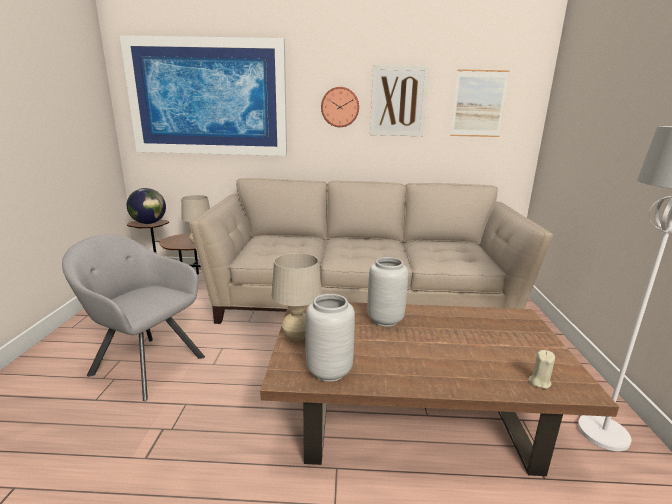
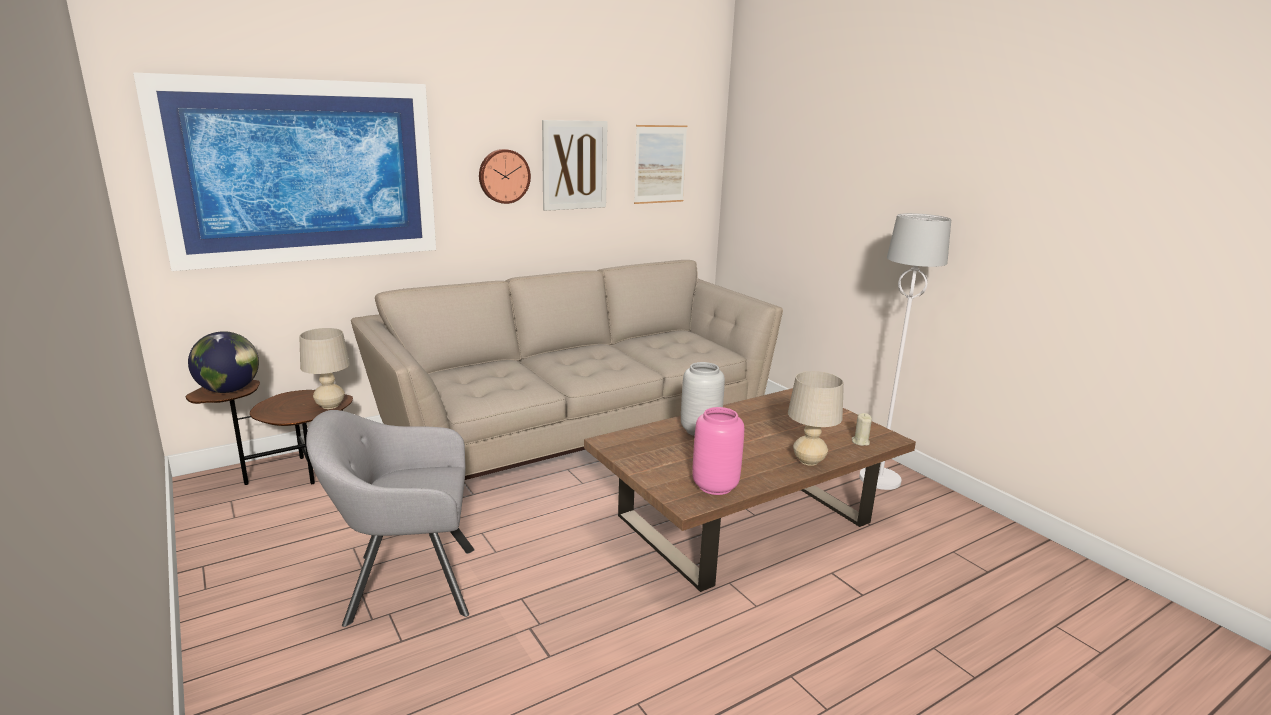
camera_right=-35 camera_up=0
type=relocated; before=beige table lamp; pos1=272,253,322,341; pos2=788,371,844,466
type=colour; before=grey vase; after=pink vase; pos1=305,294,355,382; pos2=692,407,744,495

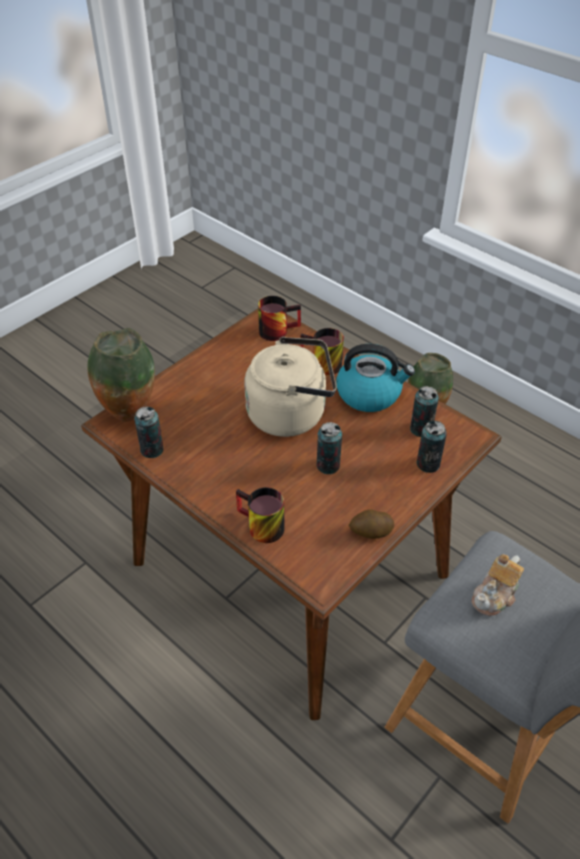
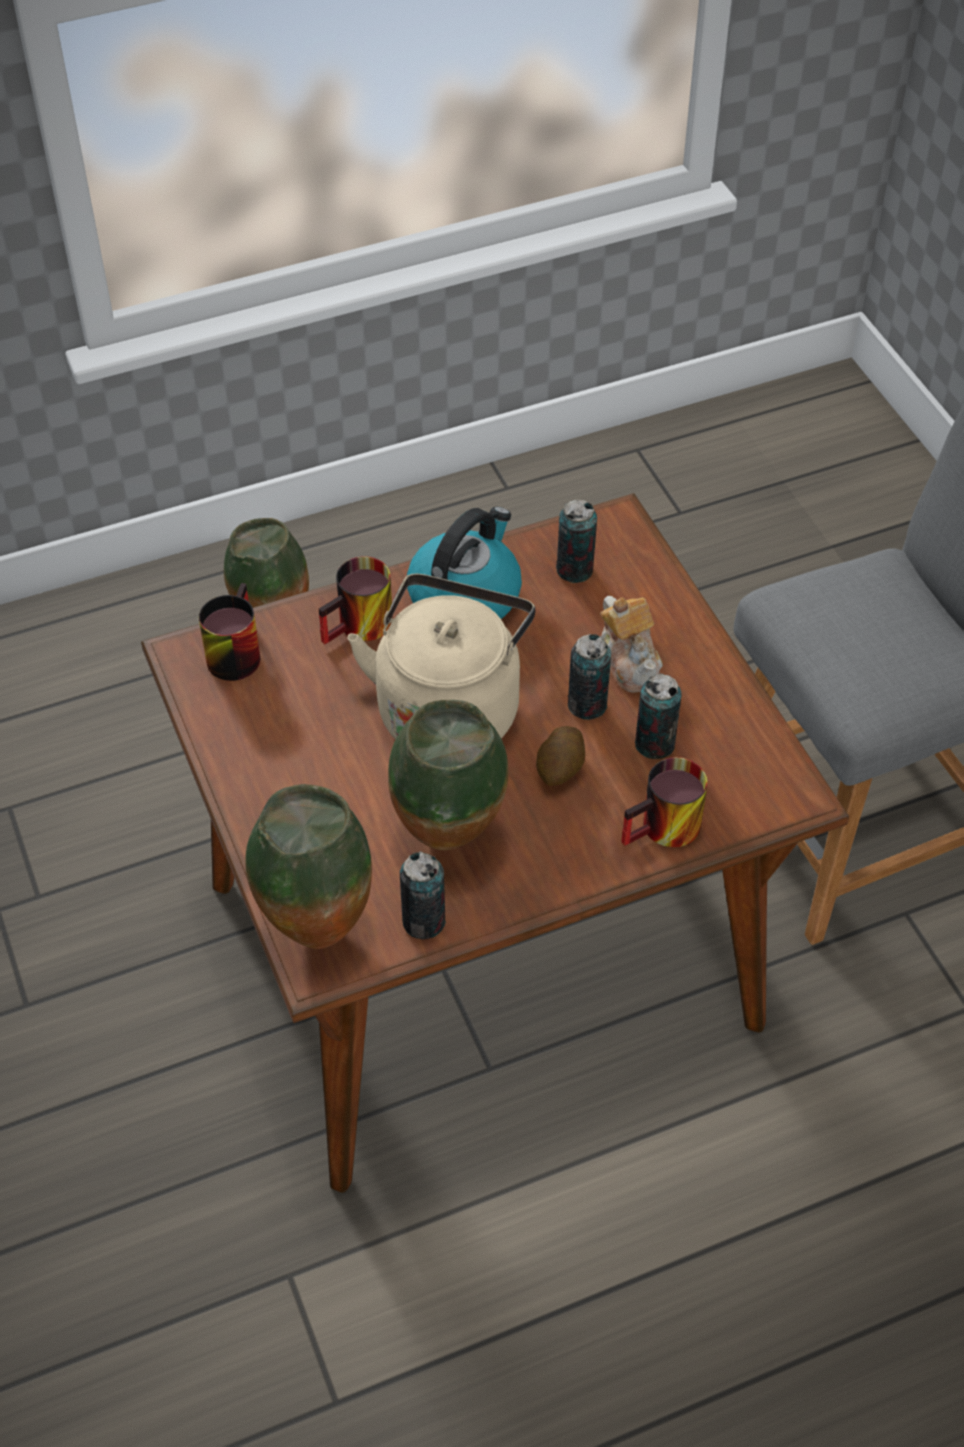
camera_right=-65 camera_up=5
type=relocated; before=can; pos1=416,421,447,473; pos2=635,674,682,759
type=relocated; before=potato; pos1=349,509,394,539; pos2=536,726,585,786
type=relocated; before=teapot; pos1=472,554,524,616; pos2=600,596,663,693
type=appeared; after=vase; pos2=388,700,509,850

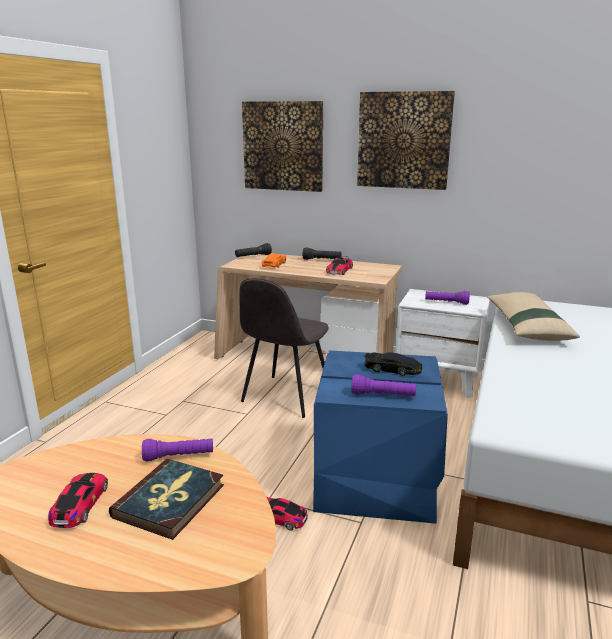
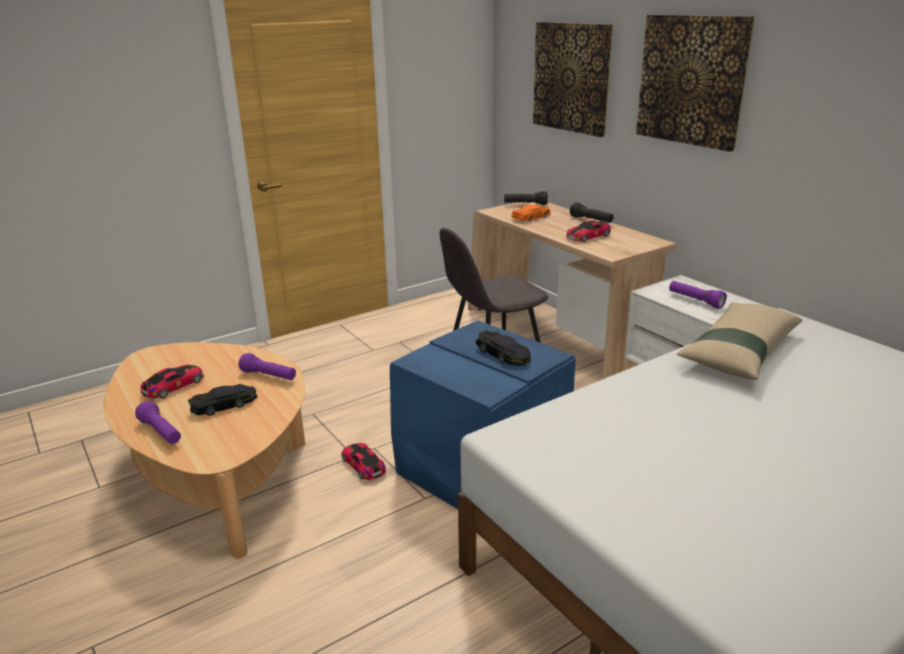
camera_right=35 camera_up=5
type=relocated; before=purple flashlight; pos1=351,374,416,396; pos2=135,401,181,444
type=exchanged; before=book; after=black toy car; pos1=109,459,224,540; pos2=188,384,258,416

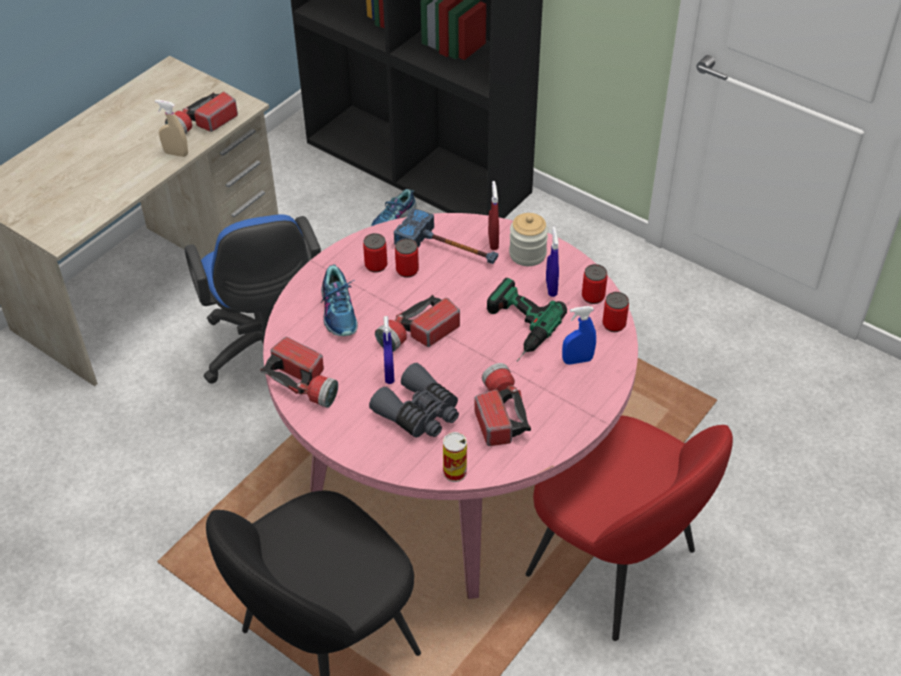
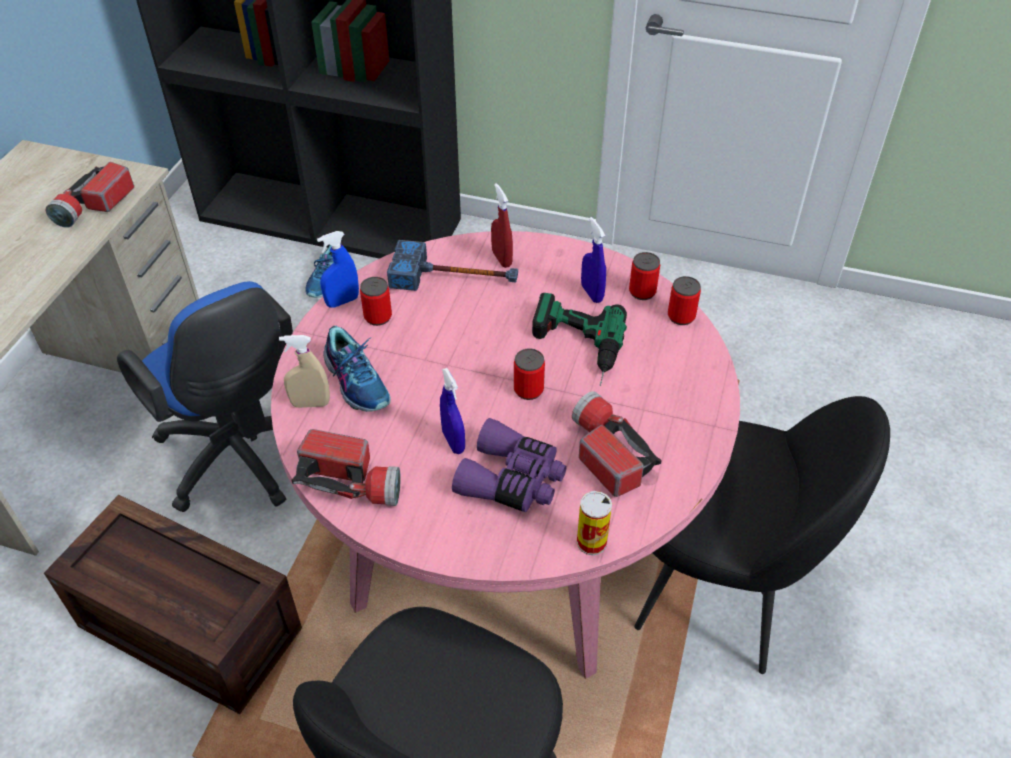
camera_right=-20 camera_up=0
type=relocated; before=beige spray bottle; pos1=155,100,188,157; pos2=279,335,330,408
type=missing; before=jar; pos1=509,213,548,266
type=relocated; before=can; pos1=395,238,419,278; pos2=514,348,545,400
type=missing; before=flashlight; pos1=375,295,460,352
type=relocated; before=blue spray bottle; pos1=562,306,596,365; pos2=317,231,359,308
type=colour; before=grey binoculars; after=purple binoculars; pos1=369,363,459,438; pos2=452,418,567,512
type=colour; before=red chair; after=black chair; pos1=526,415,733,641; pos2=635,396,890,674
type=appeared; after=crate; pos2=44,495,302,714

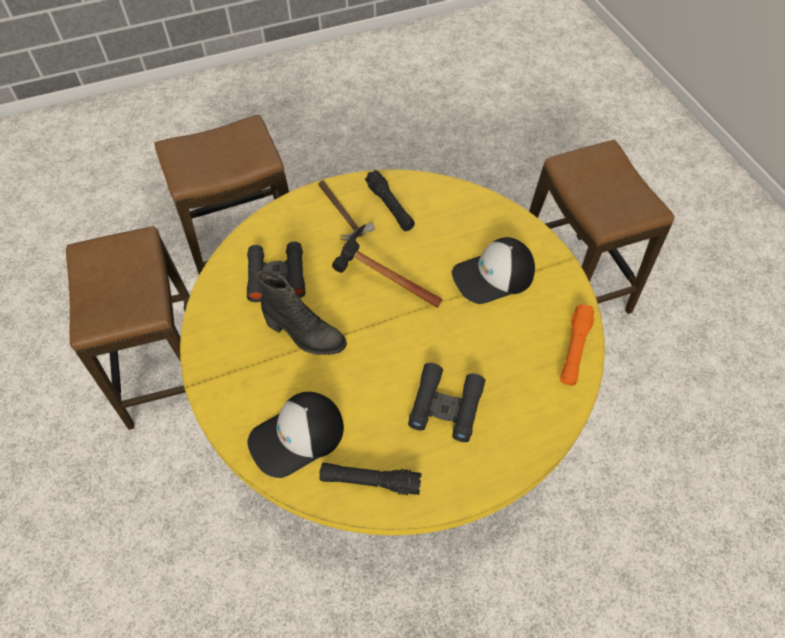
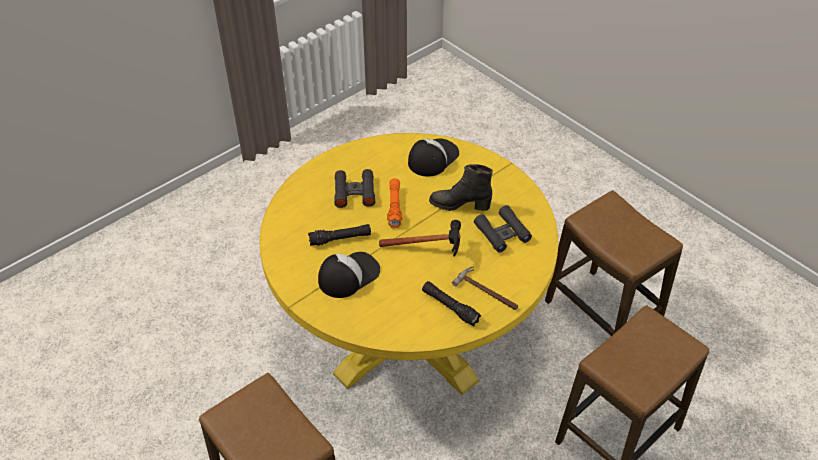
camera_right=160 camera_up=-10
type=relocated; before=orange flashlight; pos1=560,303,595,386; pos2=387,178,402,228
type=relocated; before=black flashlight; pos1=320,463,422,495; pos2=308,224,371,246

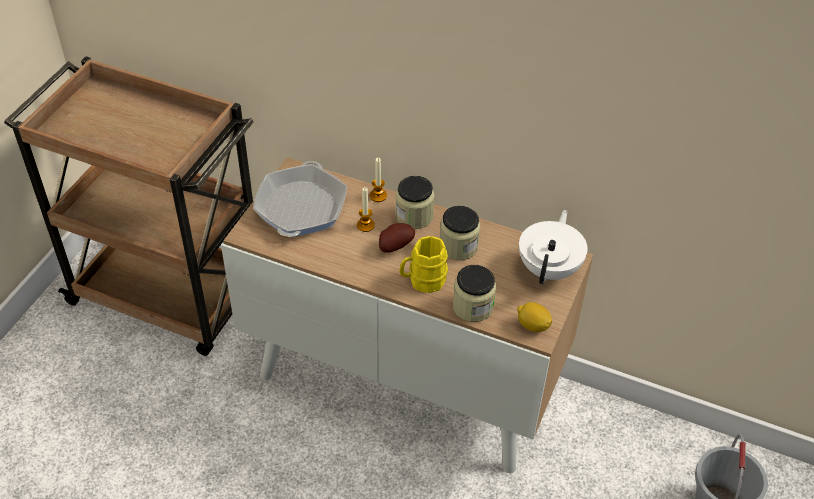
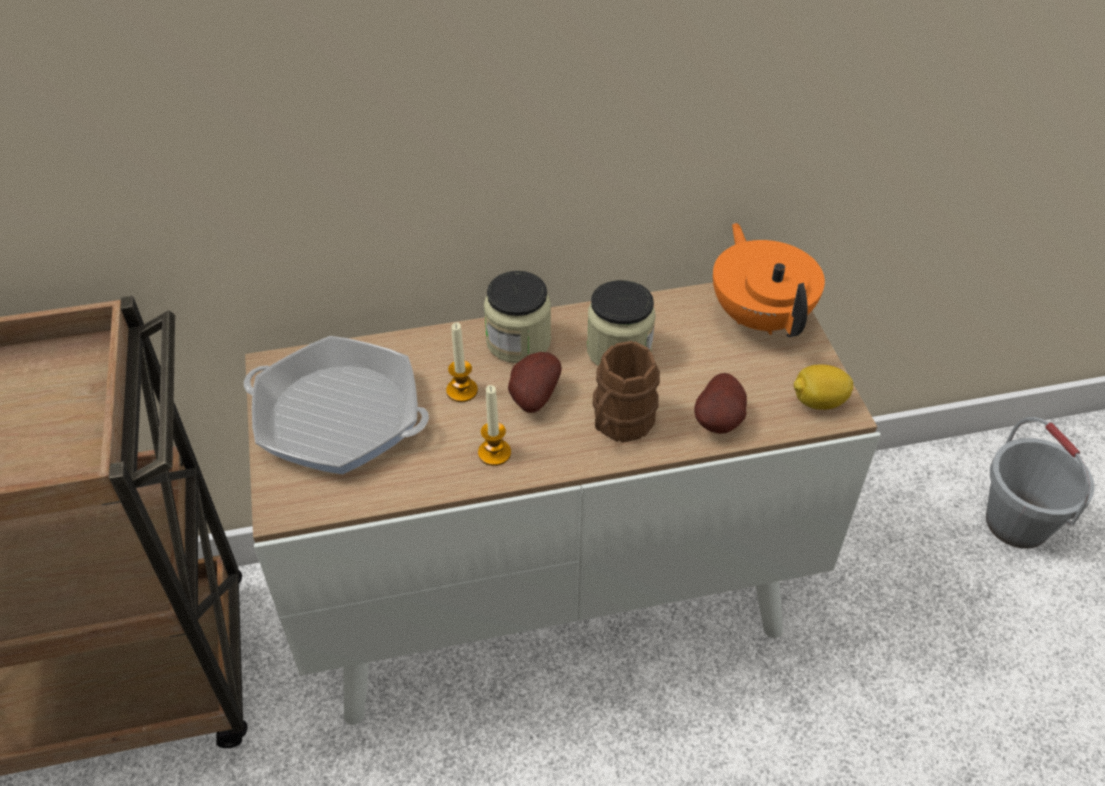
camera_right=-35 camera_up=0
type=relocated; before=candle; pos1=370,157,387,202; pos2=478,385,511,466
type=spun; before=frying pan; pos1=253,161,347,237; pos2=244,336,429,475; turn=135
type=colour; before=white teapot; after=orange teapot; pos1=519,210,588,284; pos2=713,223,825,337
type=colour; before=yellow mug; after=brown mug; pos1=399,236,448,293; pos2=593,341,660,443
type=exchanged; before=jar; after=potato; pos1=453,265,496,322; pos2=694,373,747,434

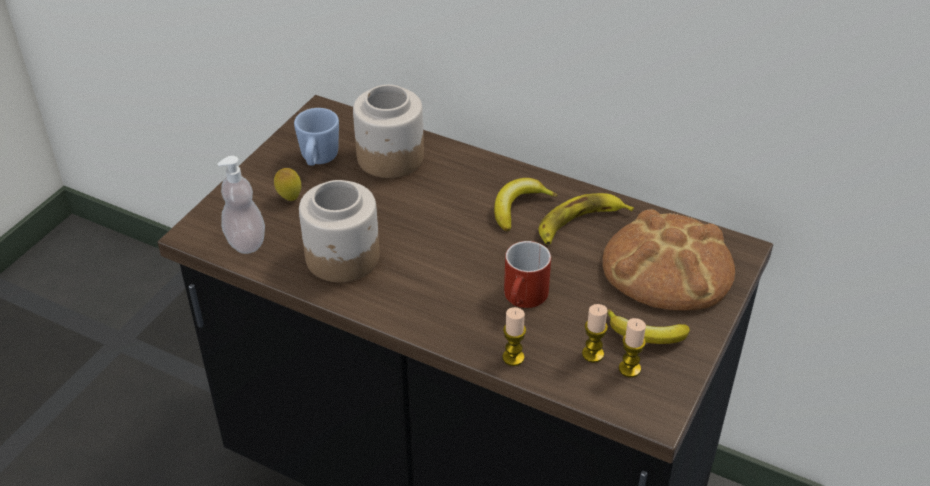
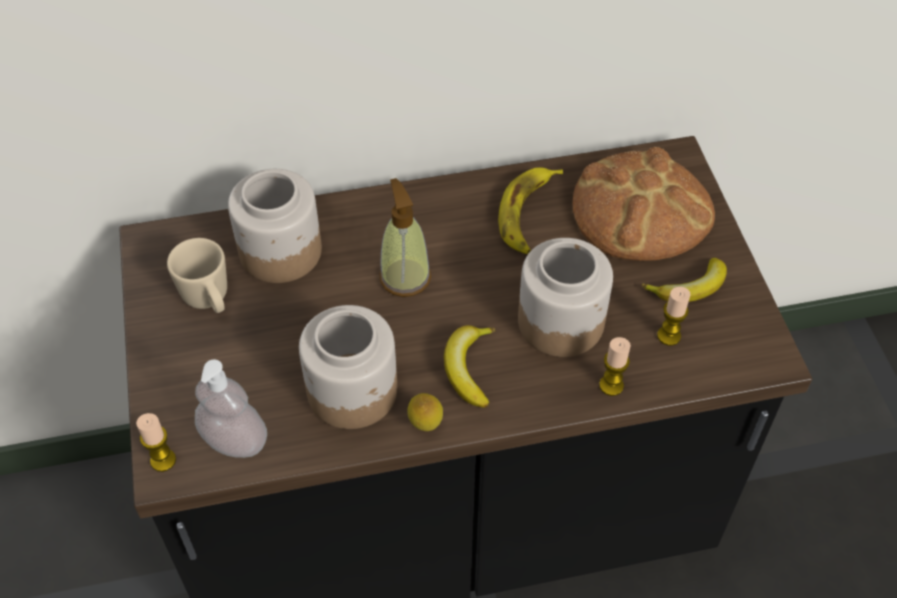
camera_right=-40 camera_up=10
type=colour; before=blue mug; after=beige mug; pos1=294,108,339,166; pos2=167,238,227,313
type=relocated; before=lemon; pos1=274,168,301,201; pos2=407,393,443,431
type=relocated; before=banana; pos1=494,178,557,231; pos2=444,325,496,408
type=exchanged; before=red mug; after=jar; pos1=504,241,551,308; pos2=518,238,613,357
type=relocated; before=candle; pos1=619,318,646,377; pos2=136,413,176,472
type=appeared; after=soap dispenser; pos2=379,178,431,297

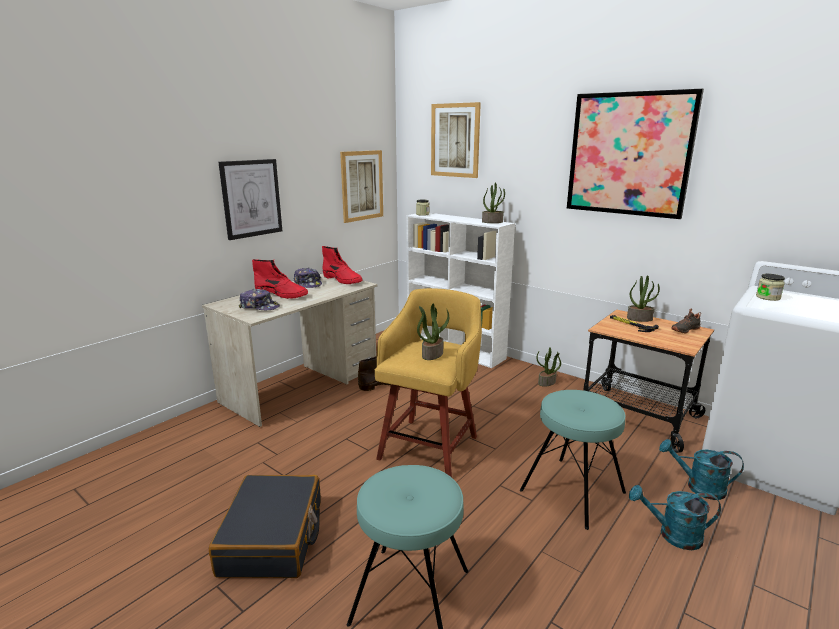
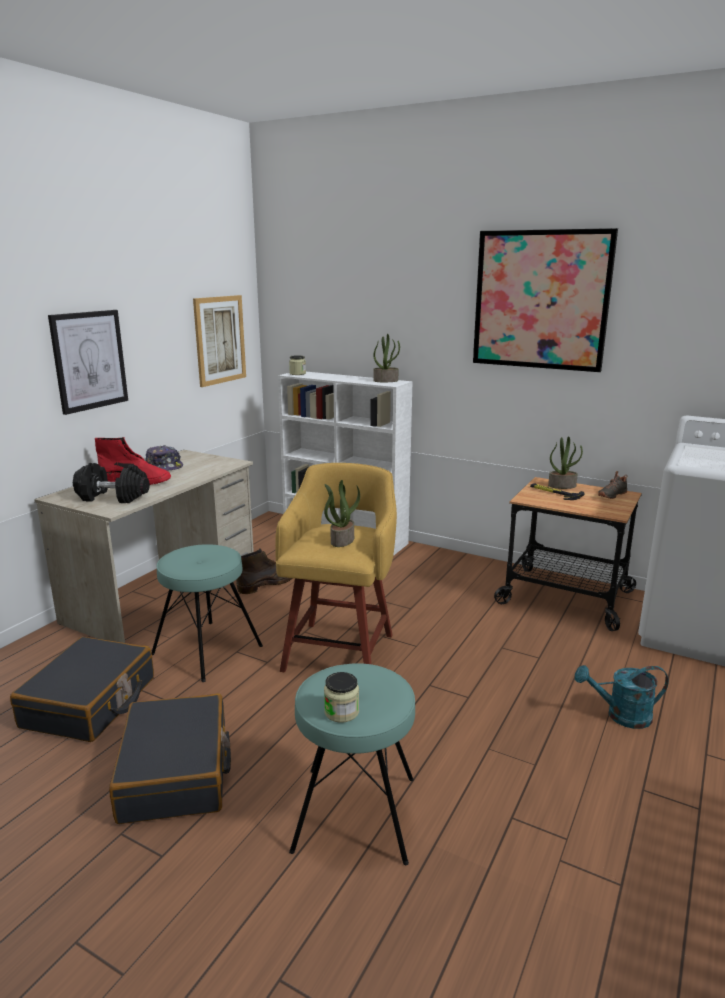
camera_right=-10 camera_up=0
type=missing; before=picture; pos1=431,102,481,178
type=missing; before=red boot; pos1=322,246,363,284
type=relocated; before=jar; pos1=756,274,785,301; pos2=324,672,359,723
type=exchanged; before=cap; after=black dumbbell; pos1=239,289,280,310; pos2=73,463,150,503
type=missing; before=potted plant; pos1=536,347,561,387
type=relocated; before=turquoise stool; pos1=520,390,626,530; pos2=151,544,263,682
type=missing; before=turquoise watering can; pos1=659,439,744,500
type=appeared; after=black suitcase; pos2=10,637,154,742

